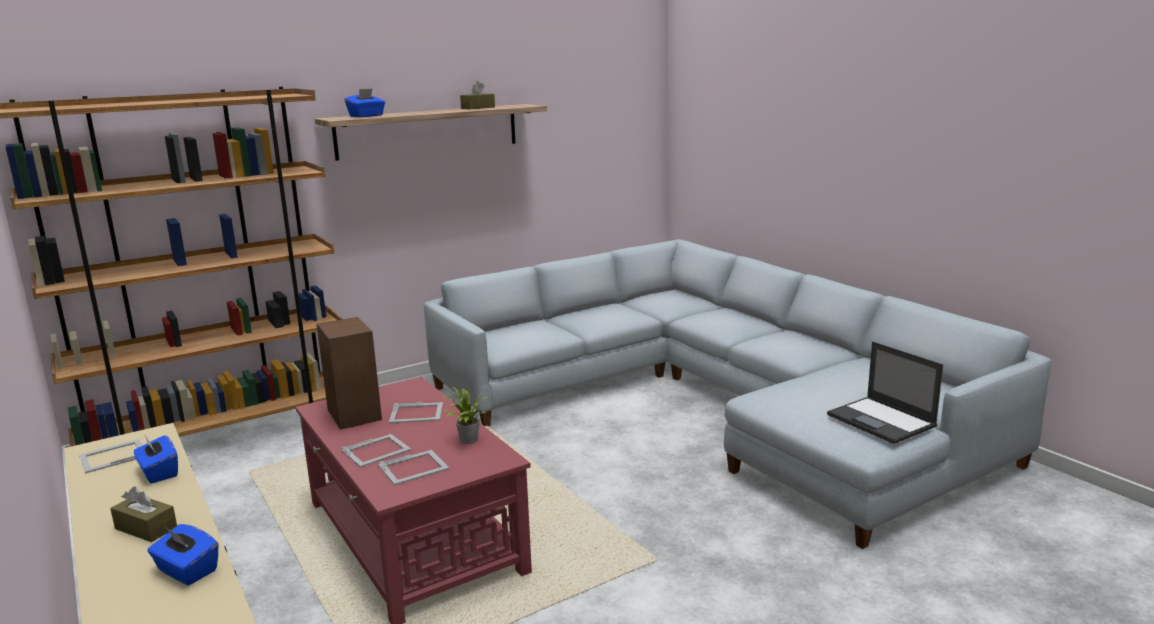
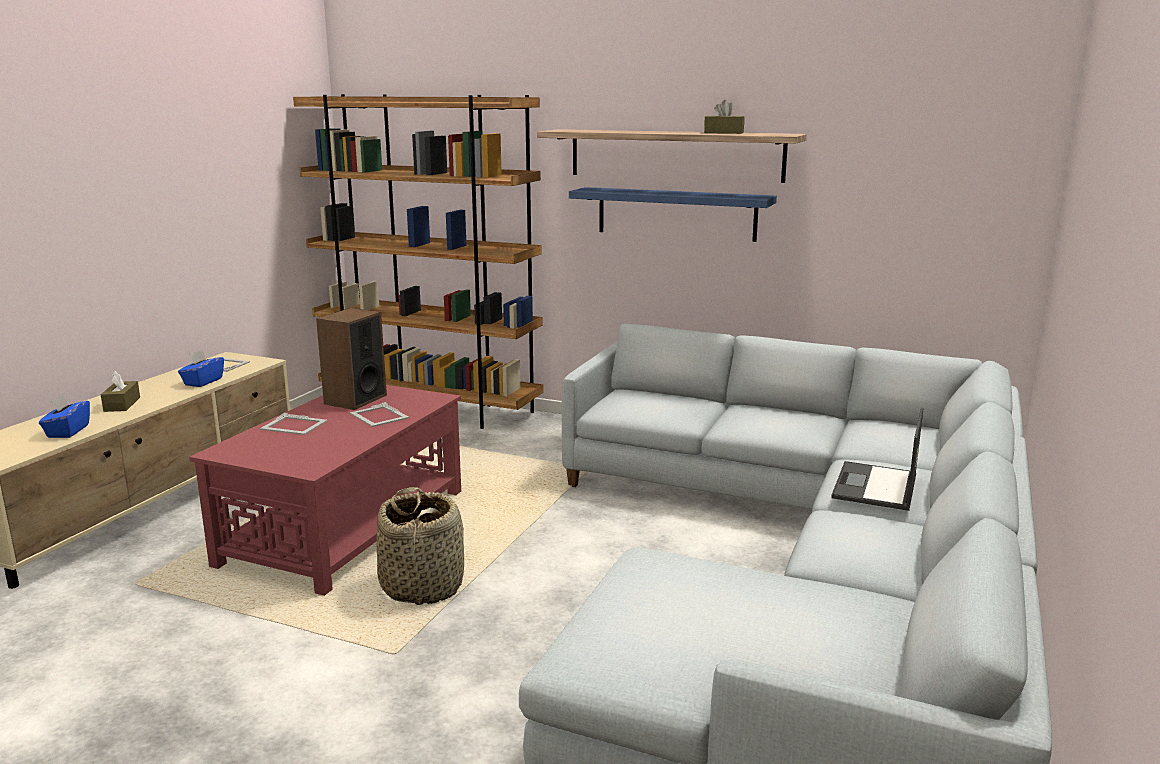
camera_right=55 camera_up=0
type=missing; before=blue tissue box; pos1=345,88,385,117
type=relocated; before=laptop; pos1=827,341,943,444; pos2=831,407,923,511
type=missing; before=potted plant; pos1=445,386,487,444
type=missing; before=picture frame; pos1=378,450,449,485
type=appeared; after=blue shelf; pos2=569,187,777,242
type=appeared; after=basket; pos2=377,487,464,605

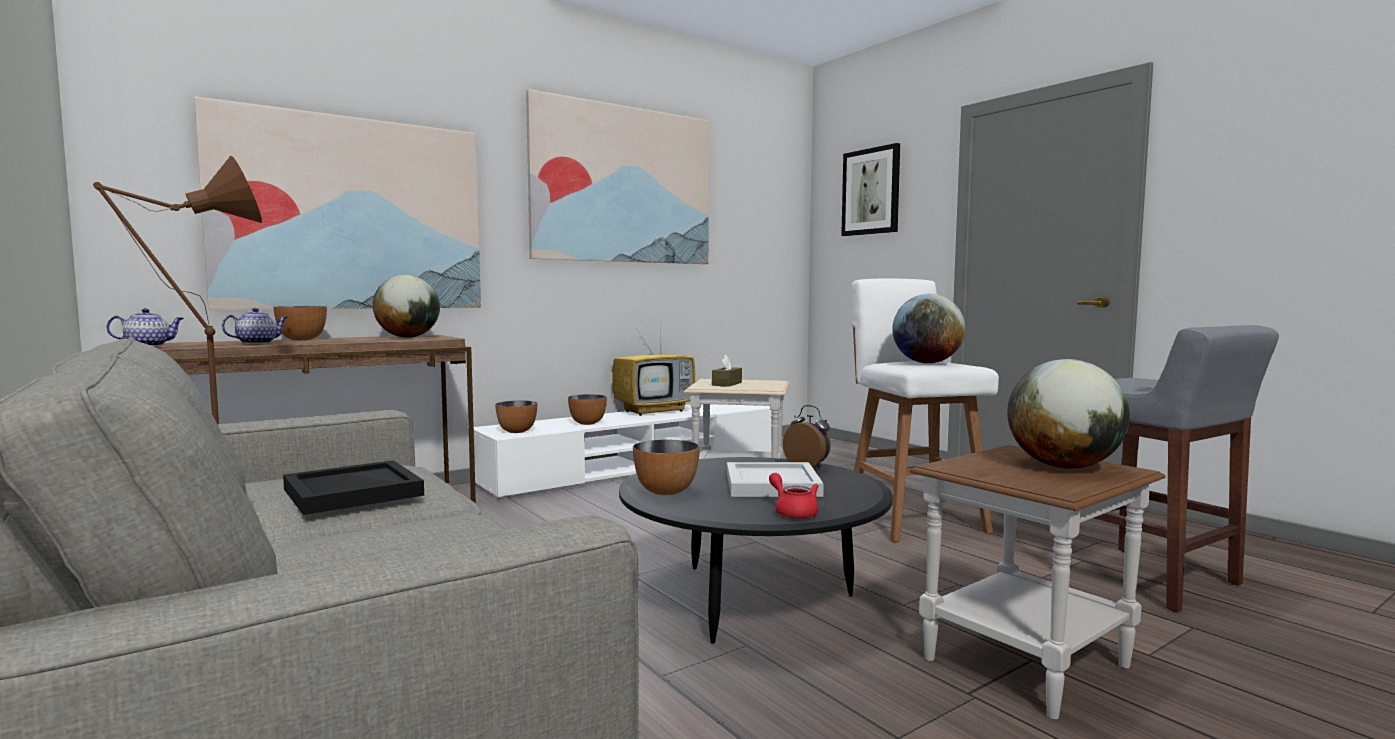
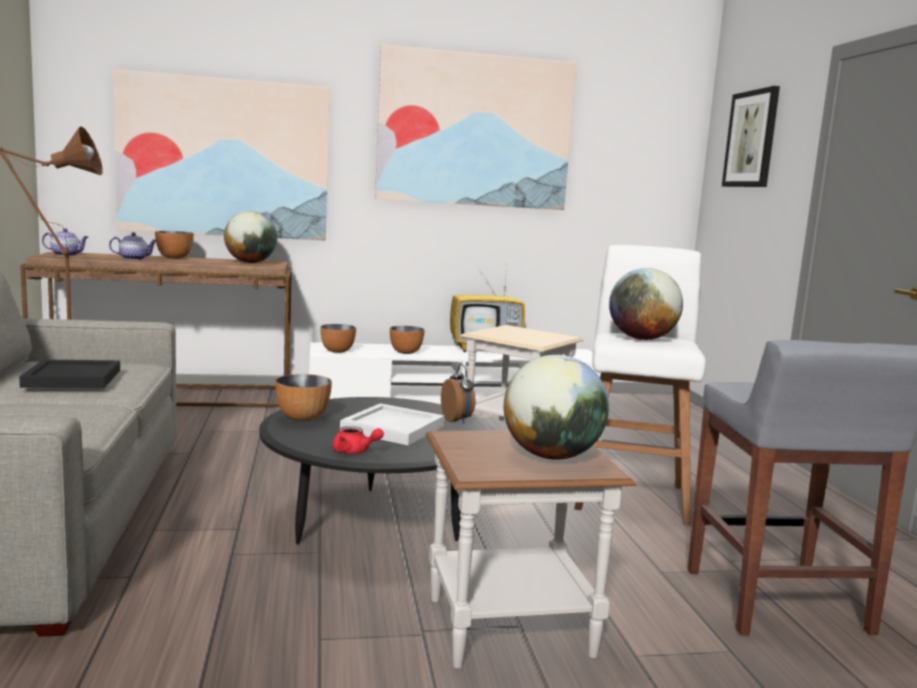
camera_right=25 camera_up=5
type=missing; before=brown tissue box; pos1=712,355,742,387
type=spun; before=red teapot; pos1=769,473,818,519; pos2=332,426,384,454; turn=120

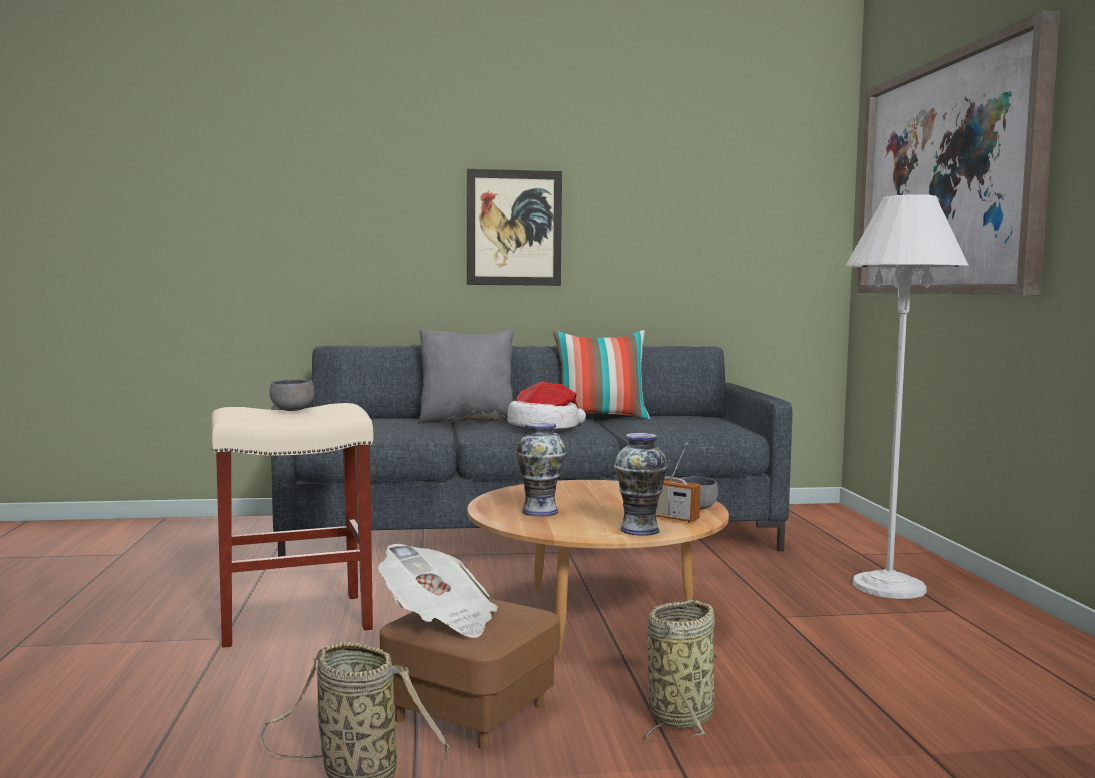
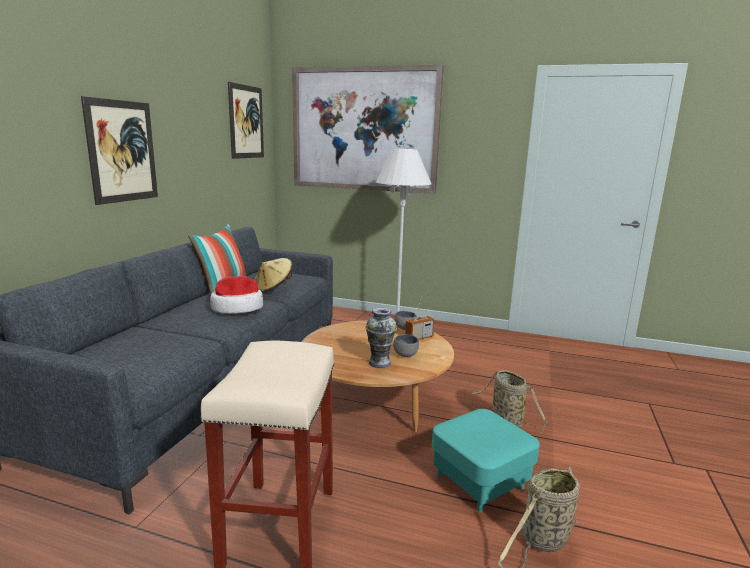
camera_right=-65 camera_up=10
type=missing; before=grey pillow; pos1=418,330,514,424
type=relocated; before=grey bowl; pos1=269,379,314,411; pos2=393,334,419,357
type=missing; before=vase; pos1=614,433,668,536
type=missing; before=newspaper; pos1=378,544,498,638
type=colour; before=brown ottoman; after=turquoise ottoman; pos1=380,598,560,750; pos2=432,409,540,512
type=appeared; after=picture; pos2=228,82,264,159
type=appeared; after=beige hat; pos2=254,258,292,292

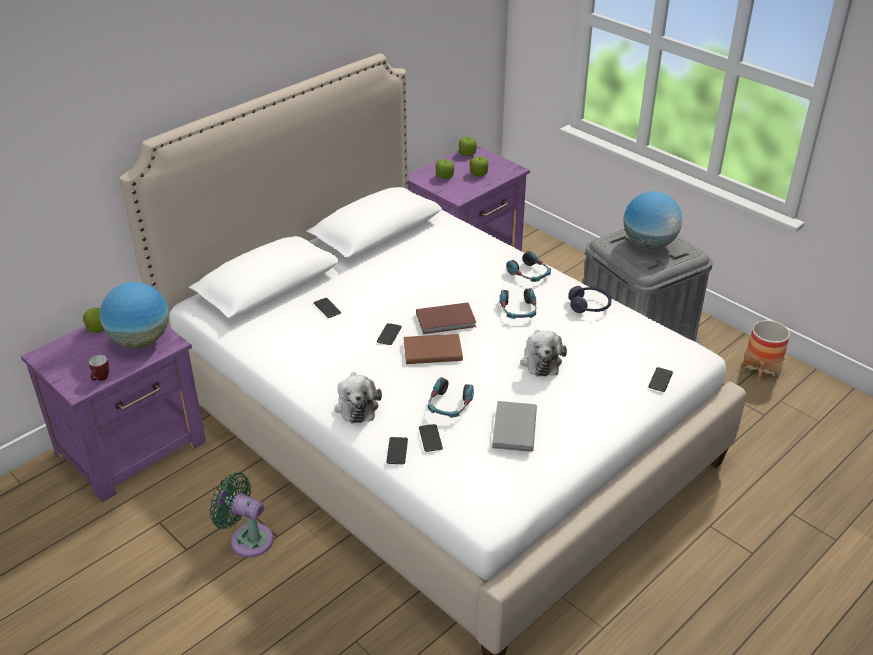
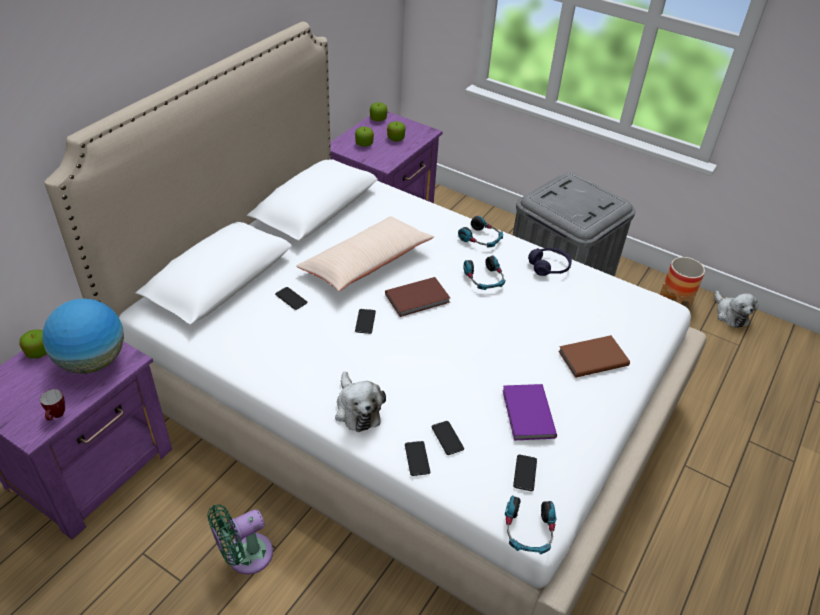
camera_right=-15 camera_up=5
type=missing; before=globe; pos1=623,191,682,249
type=relocated; before=plush toy; pos1=520,330,567,376; pos2=714,291,758,328
type=relocated; before=brown book; pos1=404,334,463,364; pos2=558,335,630,378
type=relocated; before=phone; pos1=648,367,673,392; pos2=513,455,537,491
type=relocated; before=headphones; pos1=428,377,474,418; pos2=505,496,557,554
type=colour; before=grey book; after=purple book; pos1=492,401,537,452; pos2=502,384,557,441
type=spun; before=green fan; pos1=210,473,274,557; pos2=207,504,273,574; turn=-45
type=appeared; after=beige pillow; pos2=296,216,434,291

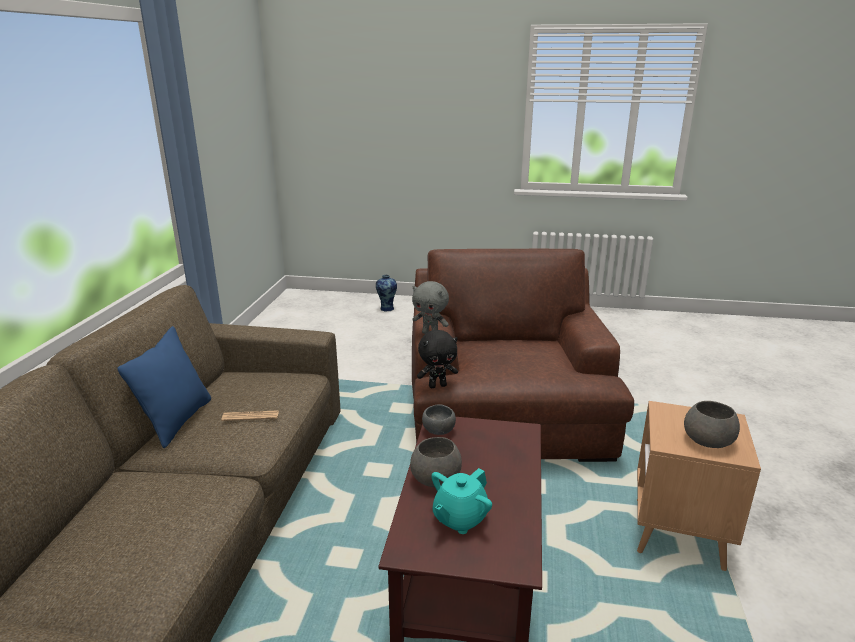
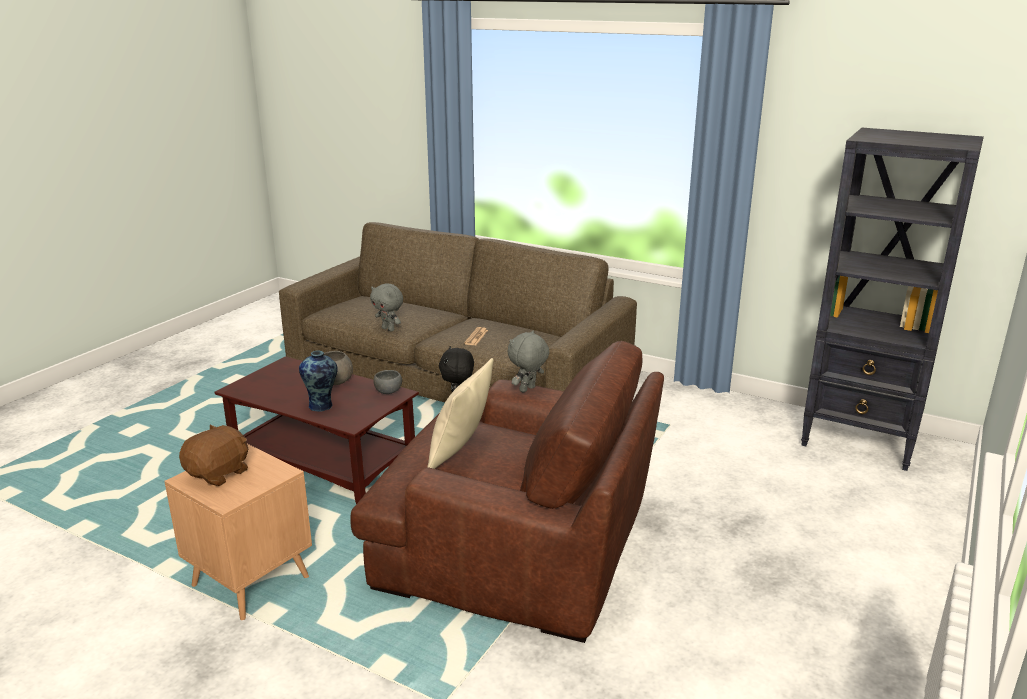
camera_right=110 camera_up=0
type=relocated; before=vase; pos1=376,275,397,311; pos2=299,350,338,412
type=missing; before=blue pillow; pos1=117,326,211,448
type=exchanged; before=grey bowl; after=brown plush toy; pos1=684,401,740,448; pos2=179,424,248,486
type=missing; before=turquoise teapot; pos1=431,468,492,534
type=appeared; after=black bookcase; pos2=801,128,984,471
type=appeared; after=grey plush toy; pos2=370,283,403,332
type=appeared; after=beige pillow; pos2=427,358,493,469

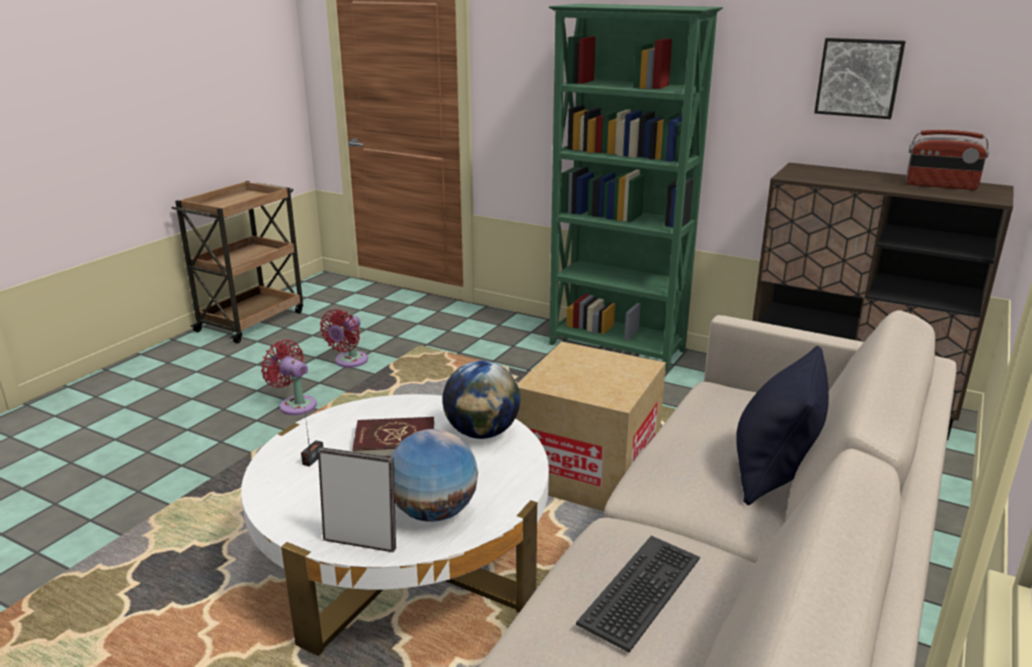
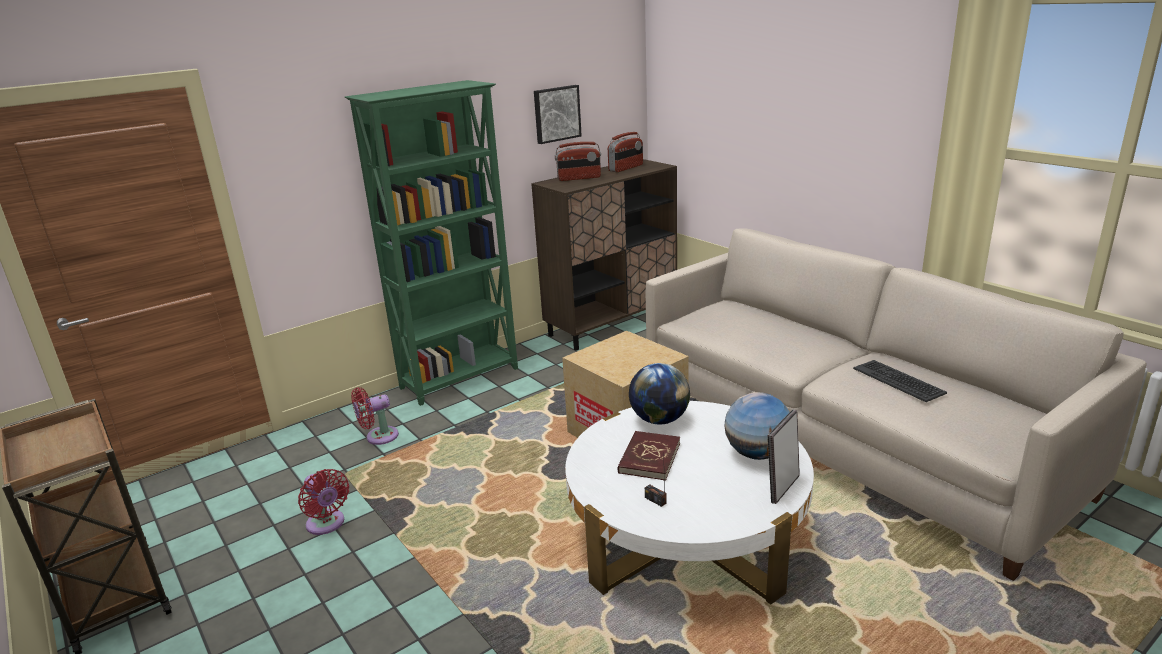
camera_right=-65 camera_up=0
type=relocated; before=red fan; pos1=261,340,317,415; pos2=351,387,399,445
type=missing; before=black pillow; pos1=736,346,829,505
type=appeared; after=radio; pos2=555,142,601,181

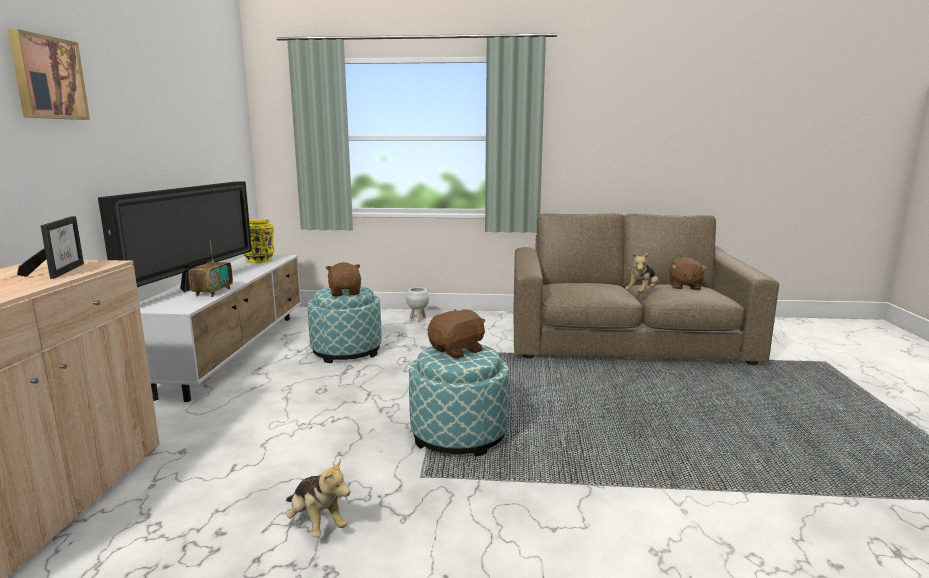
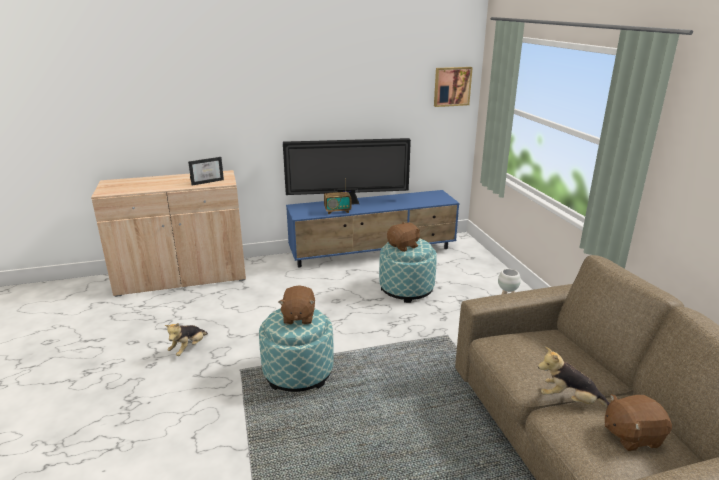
camera_right=70 camera_up=10
type=relocated; before=picture; pos1=8,29,90,120; pos2=434,67,473,107
type=missing; before=yellow vase; pos1=243,219,274,263
type=colour; before=white tv stand; after=blue tv stand; pos1=138,255,301,402; pos2=286,190,460,268
type=spun; before=brown plush toy; pos1=428,309,485,359; pos2=278,285,315,325; turn=60

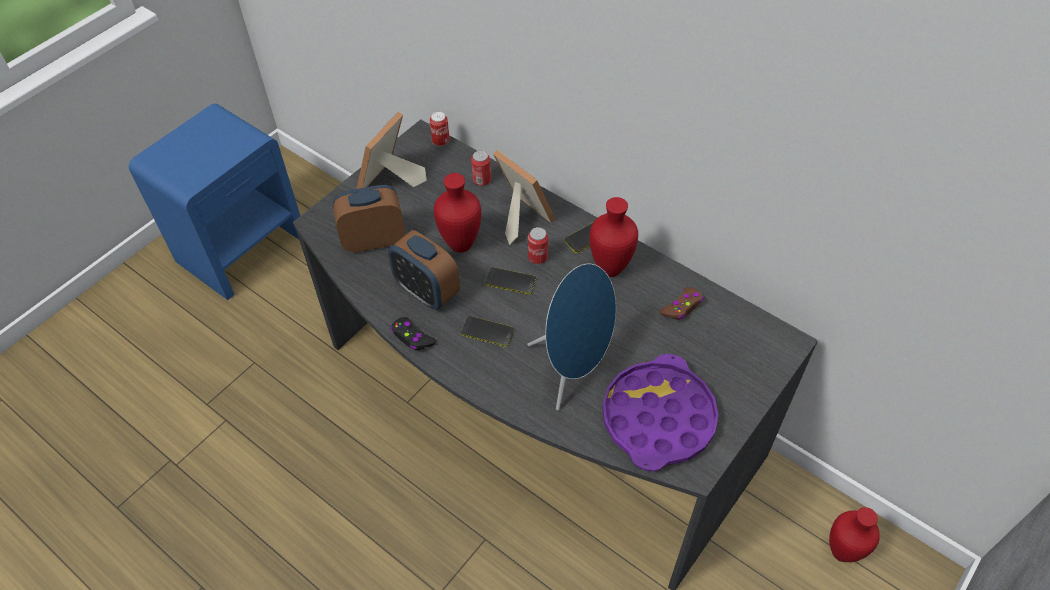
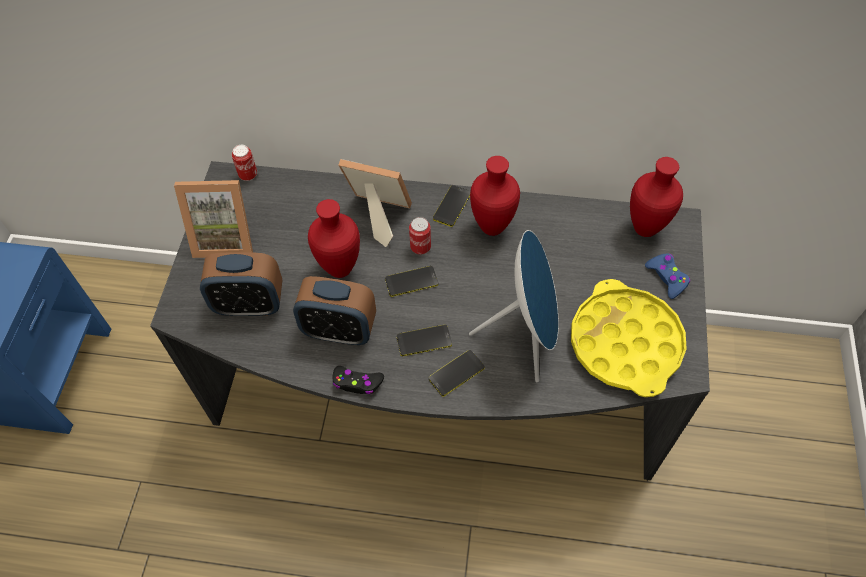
camera_right=-30 camera_up=5
type=spun; before=picture frame; pos1=357,112,427,189; pos2=174,180,253,258; turn=-90
type=missing; before=can; pos1=471,150,491,186
type=spun; before=alarm clock; pos1=333,185,405,252; pos2=200,252,282,316; turn=-135
type=missing; before=brown game controller; pos1=659,287,703,320
type=colour; before=purple tray; after=yellow tray; pos1=602,354,719,471; pos2=571,279,687,397
type=relocated; before=red vase; pos1=829,507,880,562; pos2=630,157,683,237
type=appeared; after=blue game controller; pos2=645,254,690,299
type=appeared; after=phone; pos2=429,350,485,396

